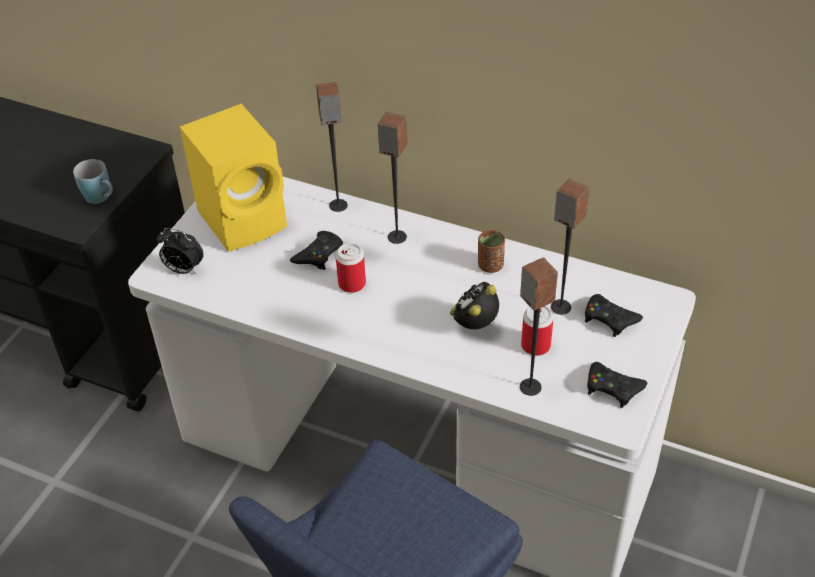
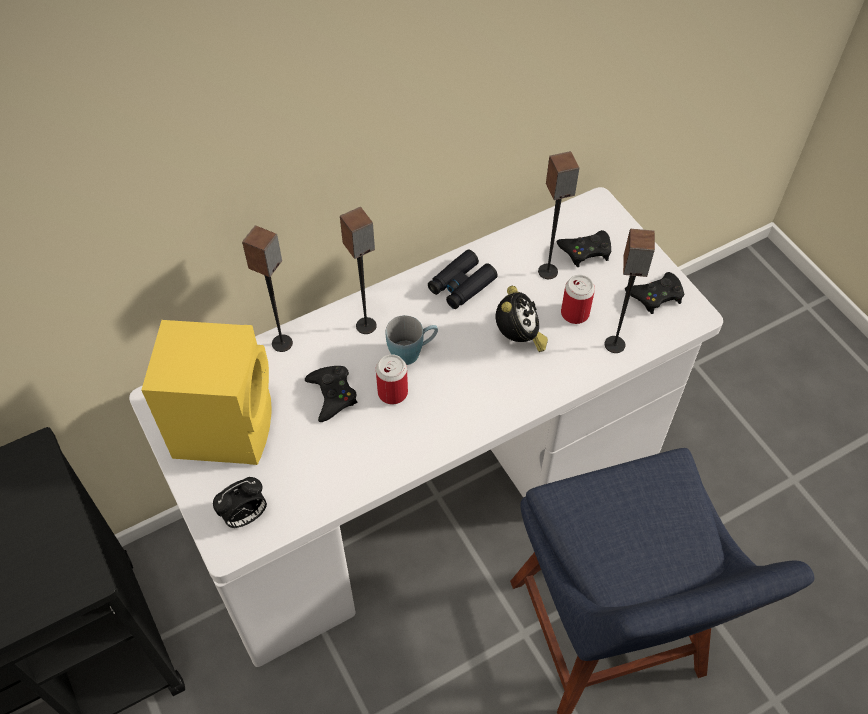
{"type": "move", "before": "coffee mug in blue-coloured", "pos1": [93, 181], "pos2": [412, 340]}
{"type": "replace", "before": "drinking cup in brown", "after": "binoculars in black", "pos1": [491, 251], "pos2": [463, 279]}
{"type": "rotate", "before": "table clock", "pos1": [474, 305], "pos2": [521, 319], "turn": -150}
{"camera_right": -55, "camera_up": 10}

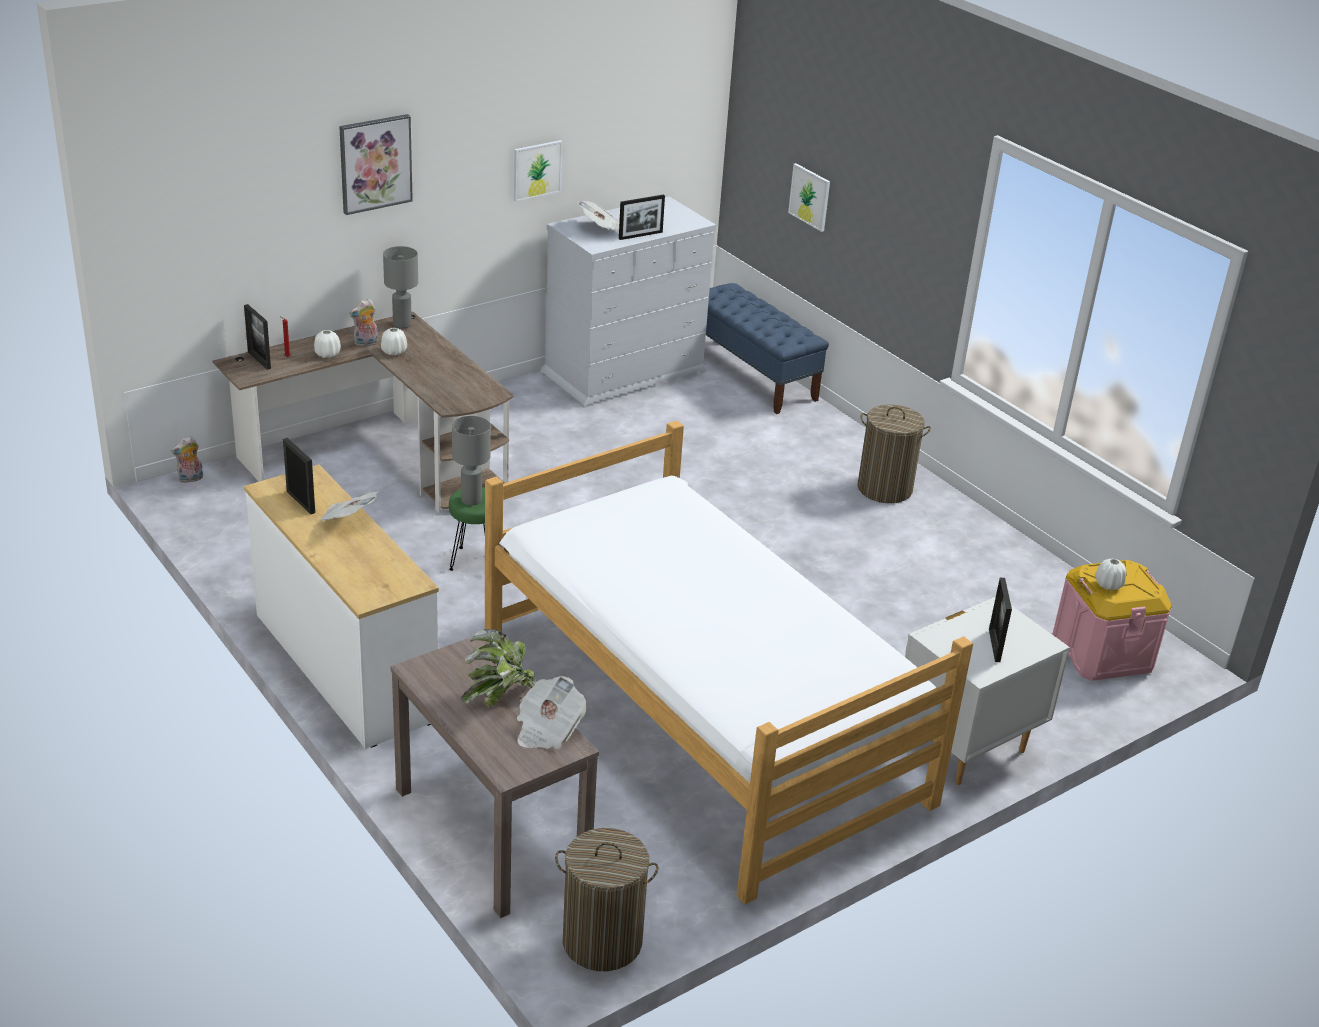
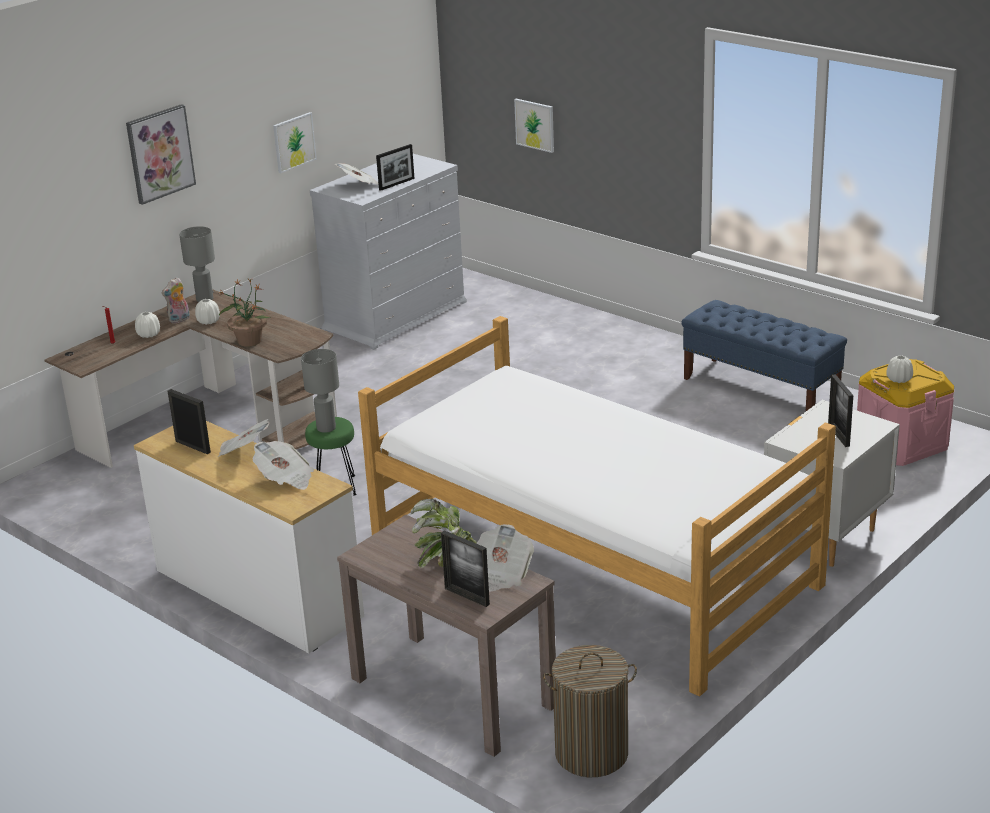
{"type": "move", "before": "indoor bench in blue-coloured", "pos1": [767, 348], "pos2": [764, 355]}
{"type": "move", "before": "photo frame", "pos1": [257, 337], "pos2": [465, 568]}
{"type": "delete", "before": "laundry basket", "pos1": [894, 454]}
{"type": "delete", "before": "plush toy", "pos1": [187, 459]}
{"type": "insert", "after": "potted plant", "pos2": [244, 313]}
{"type": "insert", "after": "newspaper", "pos2": [283, 465]}
{"camera_right": -10, "camera_up": -5}

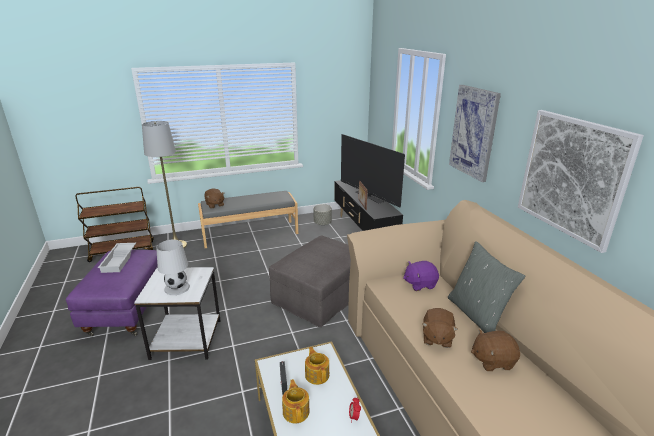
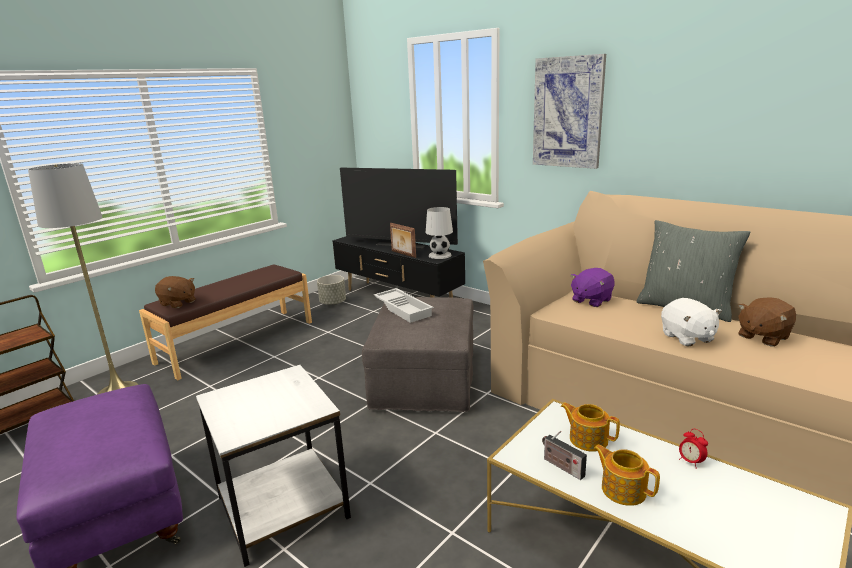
{"type": "delete", "before": "wall art", "pos1": [581, 181]}
{"type": "recolor", "before": "indoor bench in grey", "after": "indoor bench in brown", "pos1": [248, 219], "pos2": [225, 322]}
{"type": "move", "before": "tabletop lamp in white-coloured", "pos1": [173, 267], "pos2": [439, 233]}
{"type": "move", "before": "serving tray in white-coloured", "pos1": [117, 258], "pos2": [404, 305]}
{"type": "recolor", "before": "plush toy in brown", "after": "plush toy in white-coloured", "pos1": [440, 328], "pos2": [691, 322]}
{"camera_right": -30, "camera_up": -5}

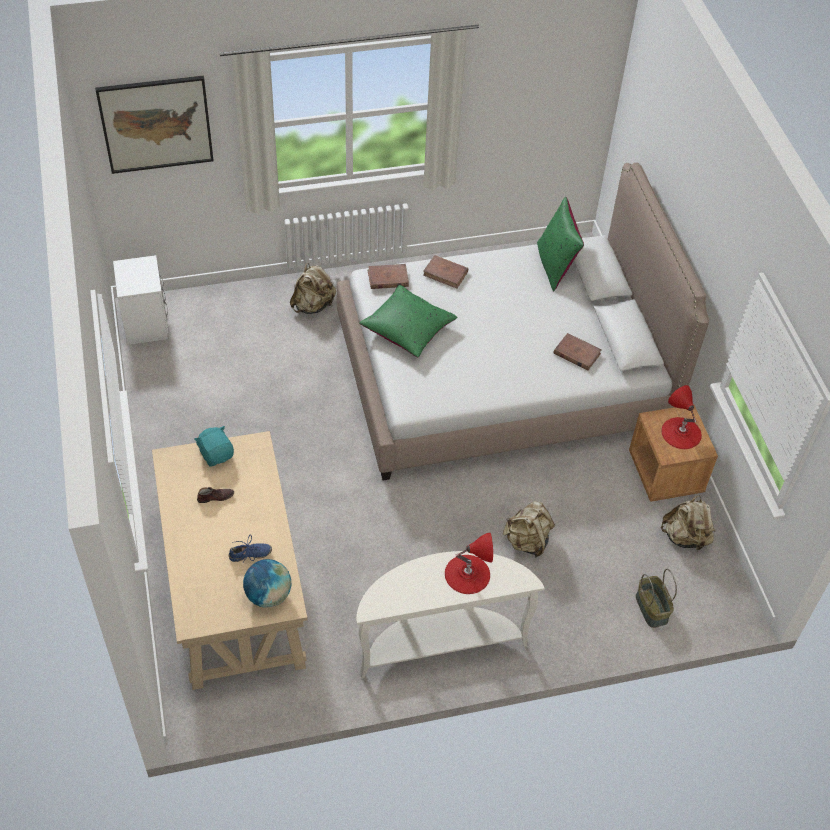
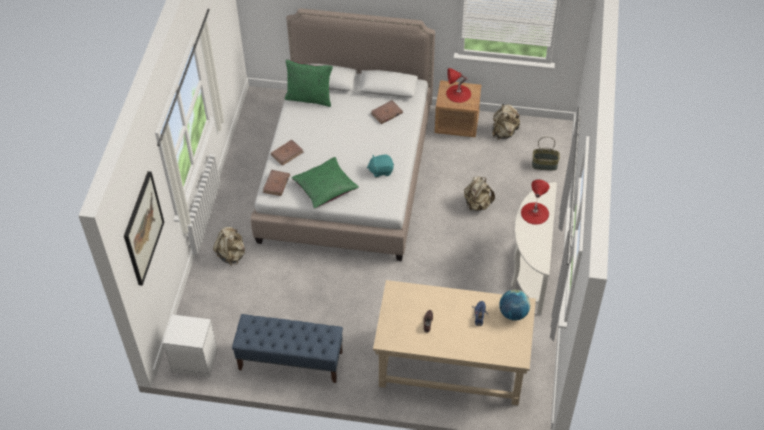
{"type": "move", "before": "plush toy in turquoise-coloured", "pos1": [214, 446], "pos2": [380, 166]}
{"type": "insert", "after": "indoor bench in blue-coloured", "pos2": [287, 348]}
{"camera_right": -65, "camera_up": 0}

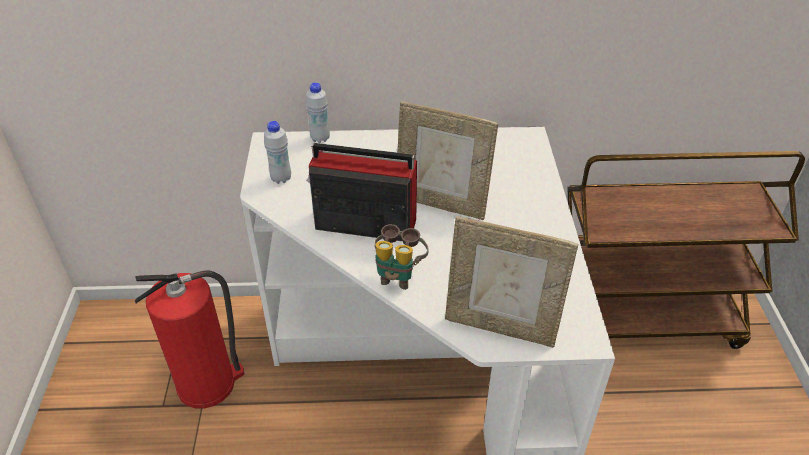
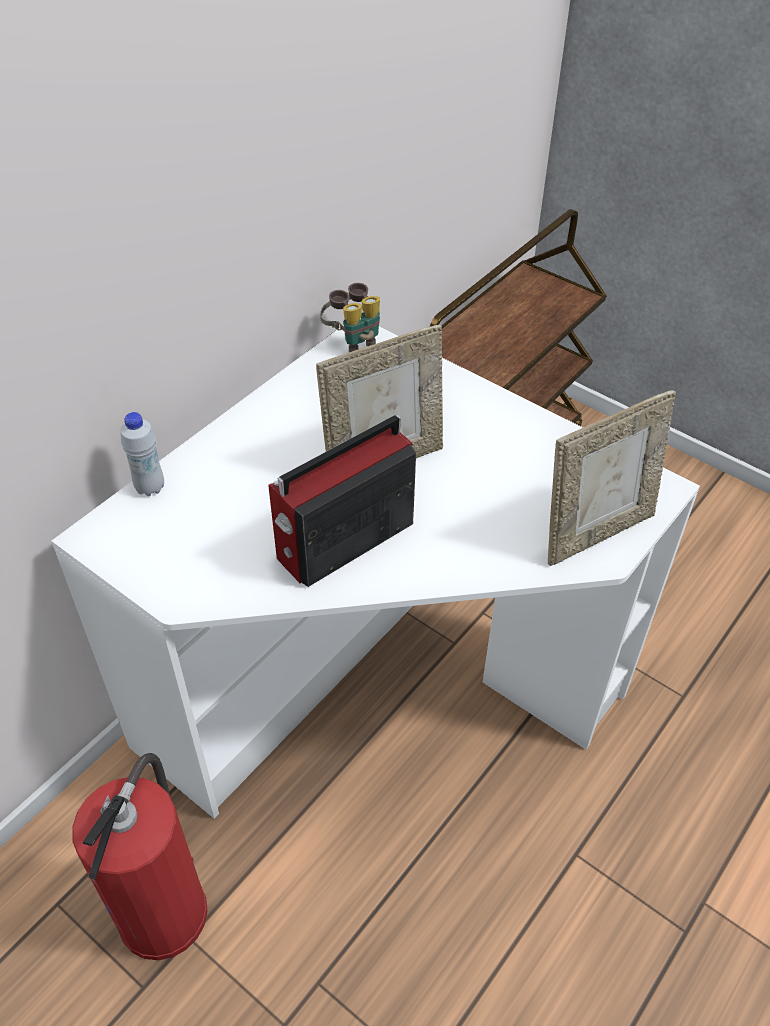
{"type": "delete", "before": "bottle in white-coloured", "pos1": [277, 152]}
{"type": "move", "before": "binoculars", "pos1": [401, 257], "pos2": [350, 317]}
{"camera_right": -50, "camera_up": 5}

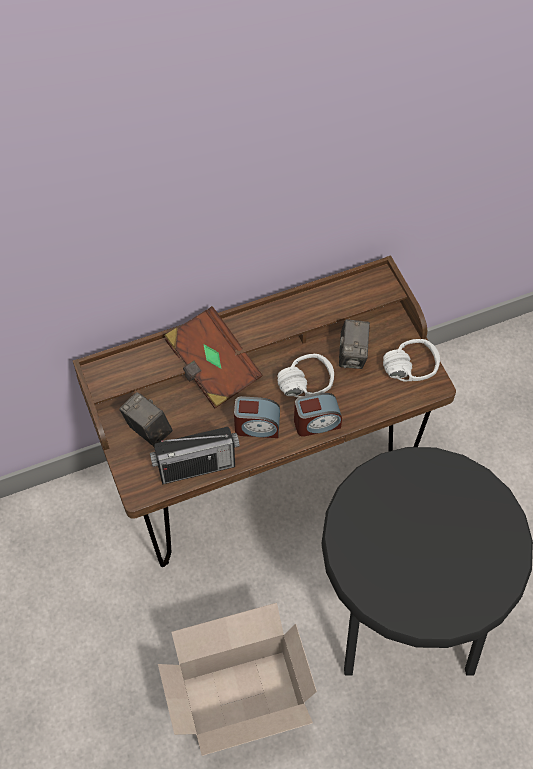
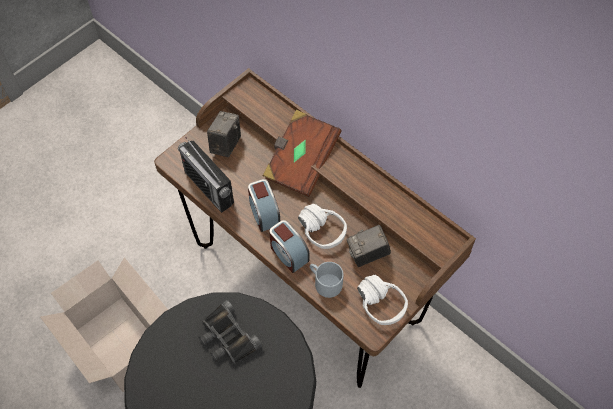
{"type": "insert", "after": "coffee mug in grey", "pos2": [327, 280]}
{"type": "insert", "after": "binoculars in black", "pos2": [230, 332]}
{"camera_right": 65, "camera_up": 0}

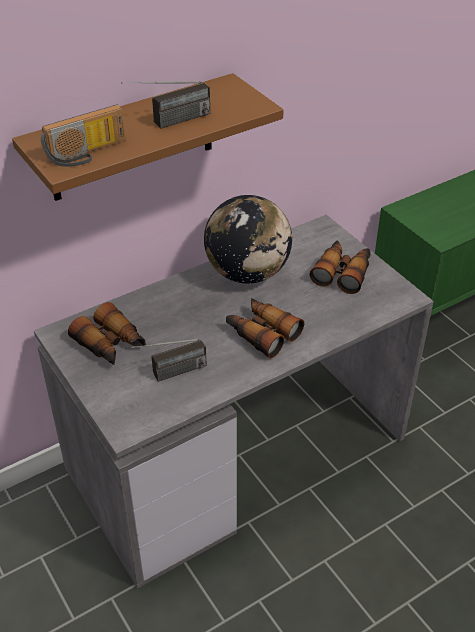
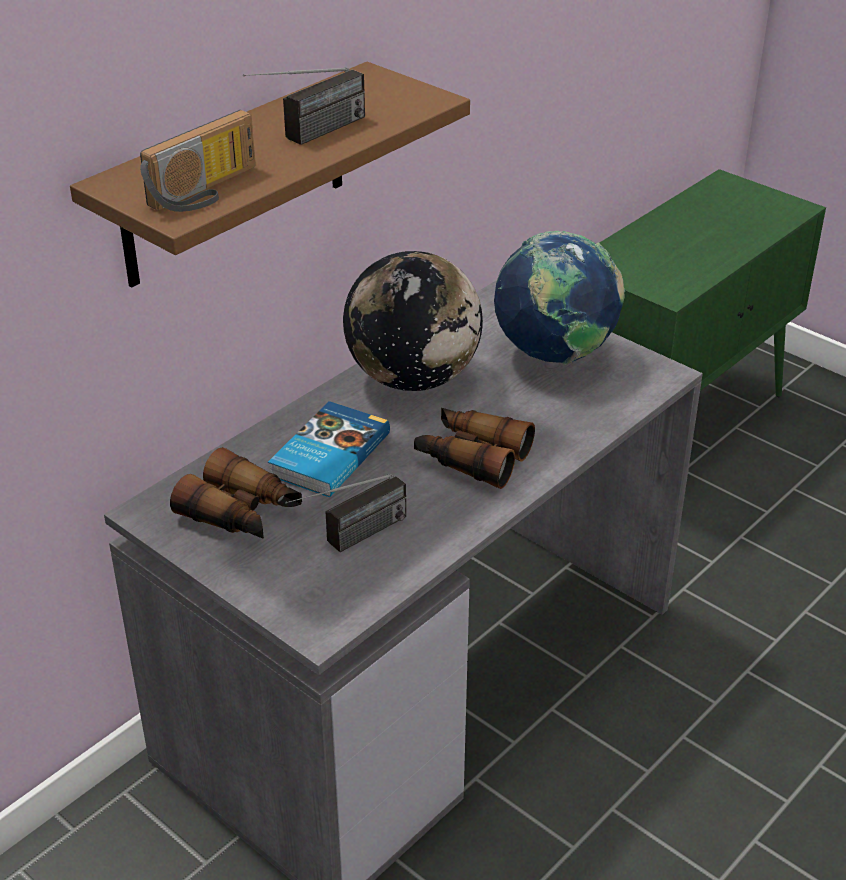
{"type": "replace", "before": "binoculars", "after": "desk globe", "pos1": [340, 267], "pos2": [559, 298]}
{"type": "insert", "after": "volume", "pos2": [329, 449]}
{"camera_right": -15, "camera_up": -5}

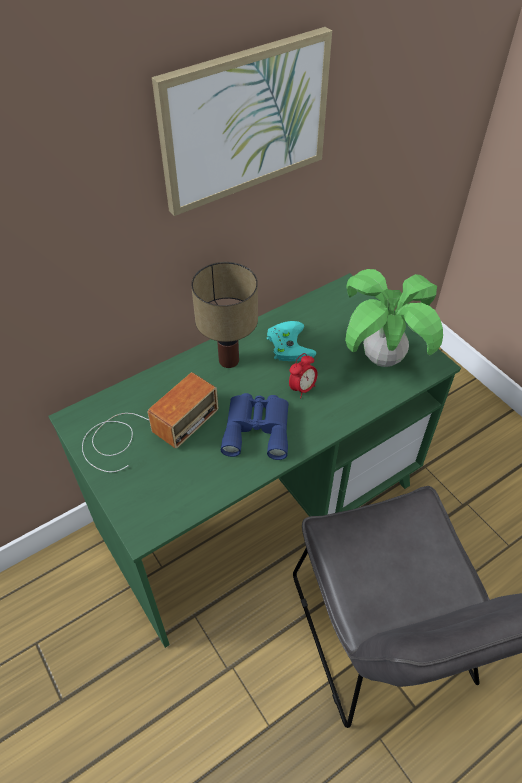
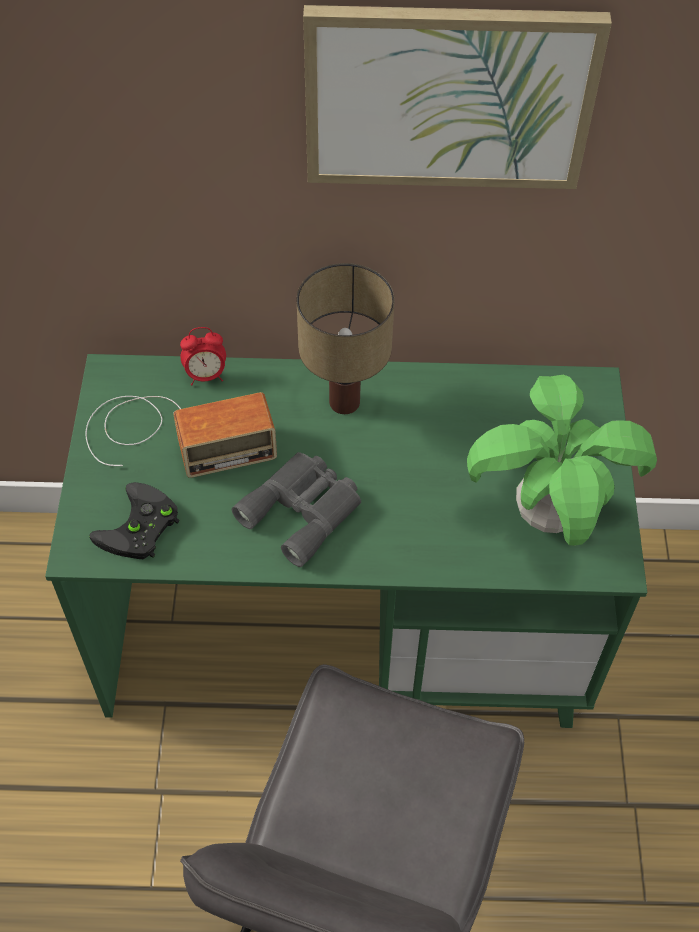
{"type": "delete", "before": "game controller in turquoise-coloured", "pos1": [291, 341]}
{"type": "move", "before": "table clock", "pos1": [303, 375], "pos2": [203, 356]}
{"type": "recolor", "before": "binoculars in blue-coloured", "after": "binoculars in grey", "pos1": [254, 426], "pos2": [296, 509]}
{"type": "insert", "after": "game controller in black", "pos2": [134, 520]}
{"camera_right": 35, "camera_up": 5}

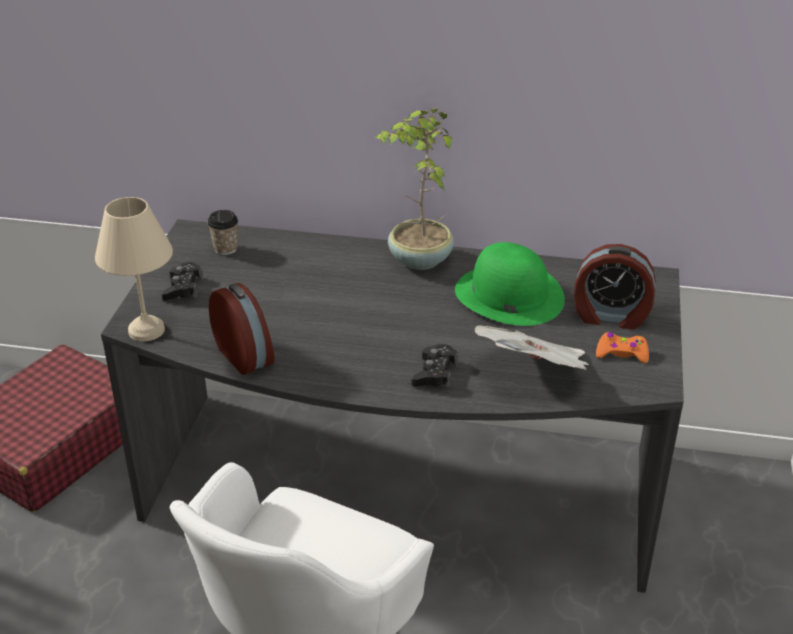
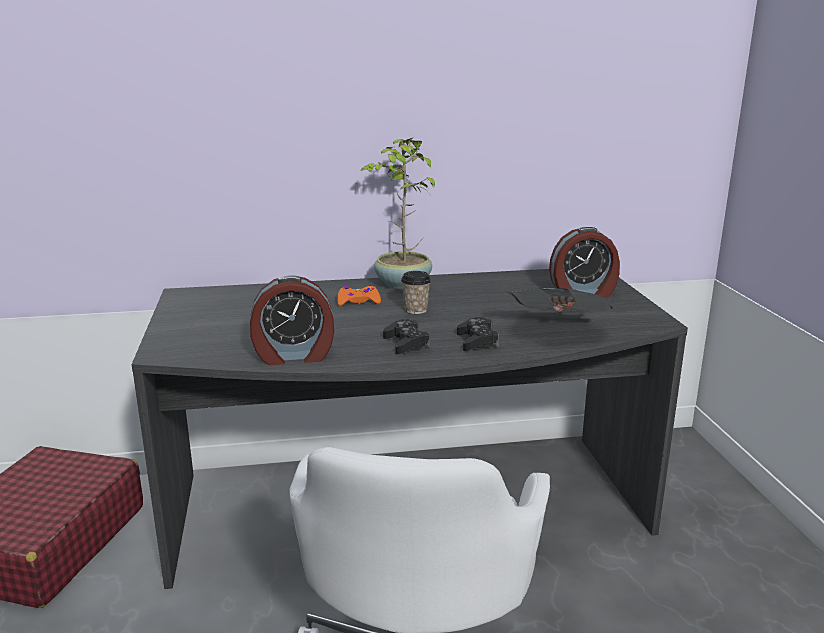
{"type": "delete", "before": "tabletop lamp in beige-coloured", "pos1": [134, 269]}
{"type": "move", "before": "drinking cup", "pos1": [223, 232], "pos2": [416, 292]}
{"type": "delete", "before": "clothing hat in greenish", "pos1": [510, 284]}
{"type": "move", "before": "game controller in black", "pos1": [182, 281], "pos2": [406, 336]}
{"type": "rotate", "before": "table clock", "pos1": [242, 329], "pos2": [292, 320], "turn": 135}
{"type": "move", "before": "game controller in orange", "pos1": [622, 348], "pos2": [359, 296]}
{"camera_right": -20, "camera_up": -15}

